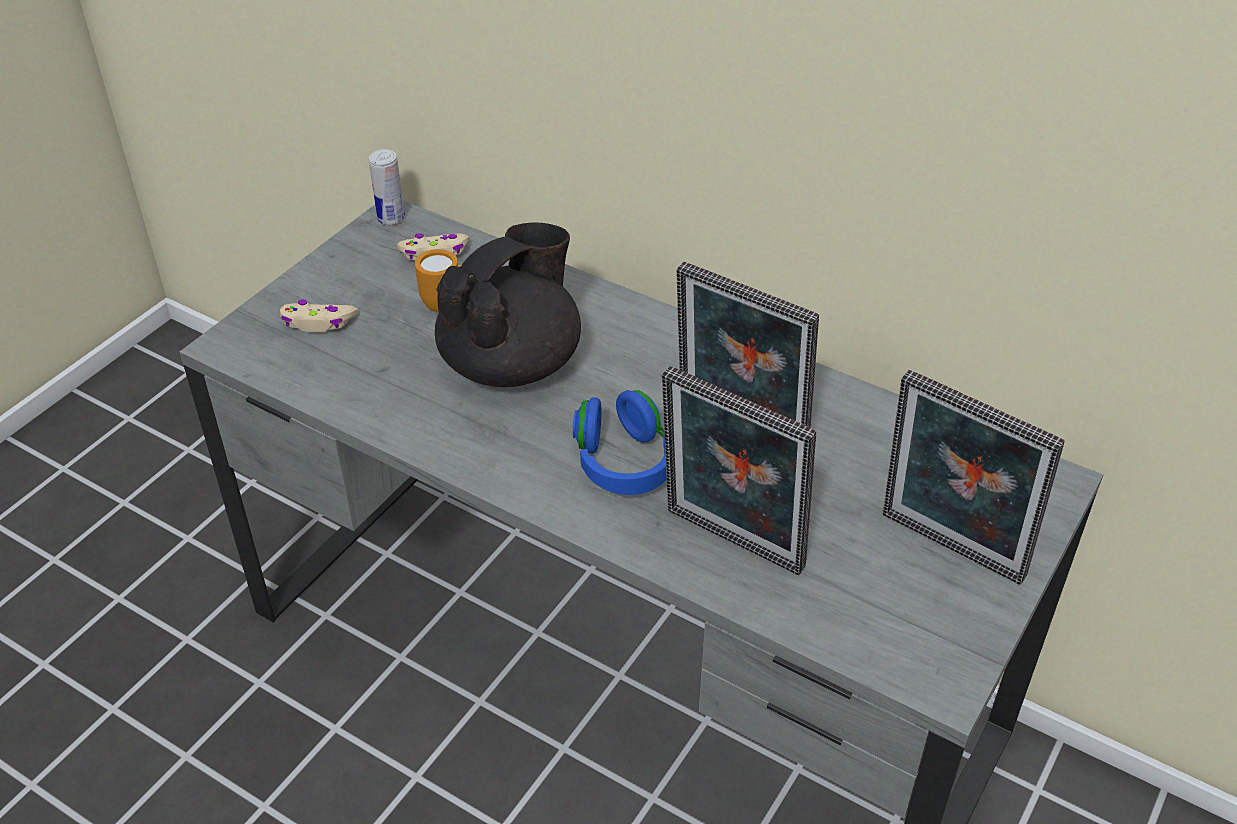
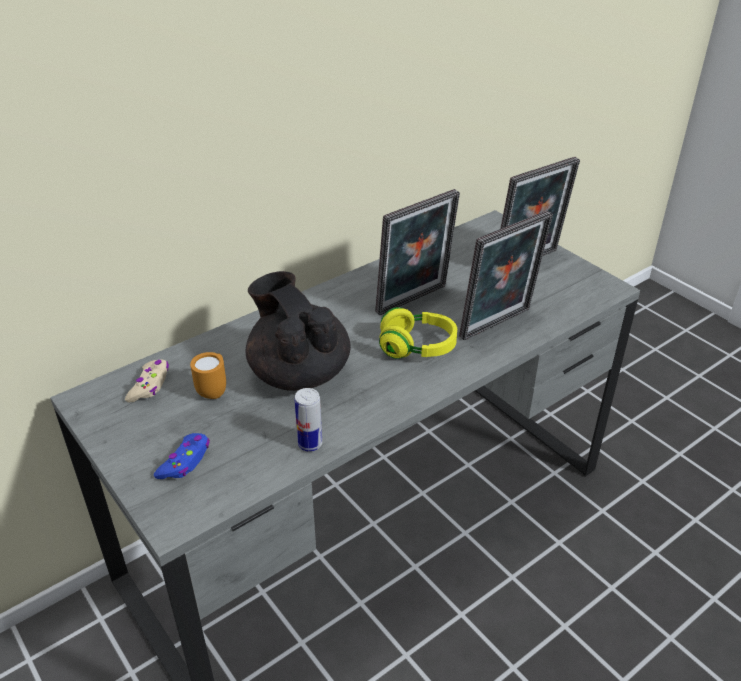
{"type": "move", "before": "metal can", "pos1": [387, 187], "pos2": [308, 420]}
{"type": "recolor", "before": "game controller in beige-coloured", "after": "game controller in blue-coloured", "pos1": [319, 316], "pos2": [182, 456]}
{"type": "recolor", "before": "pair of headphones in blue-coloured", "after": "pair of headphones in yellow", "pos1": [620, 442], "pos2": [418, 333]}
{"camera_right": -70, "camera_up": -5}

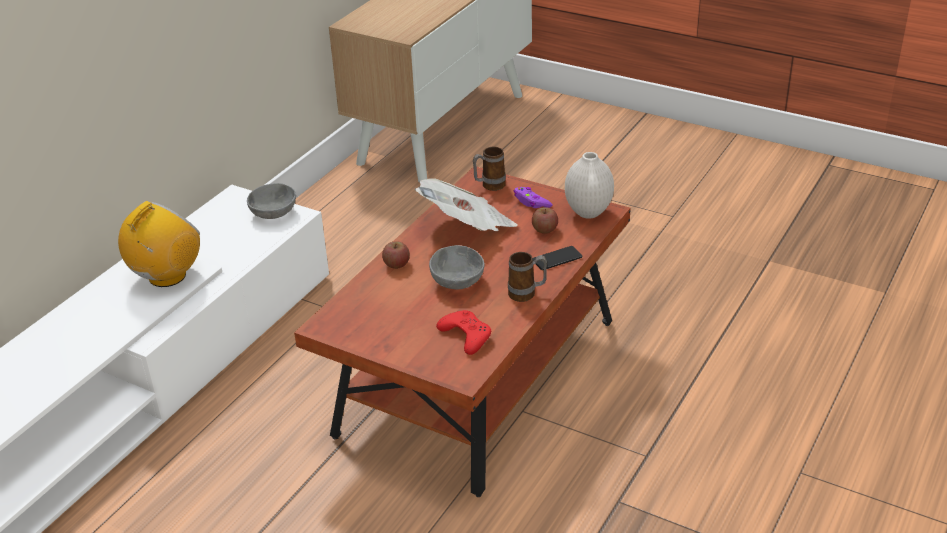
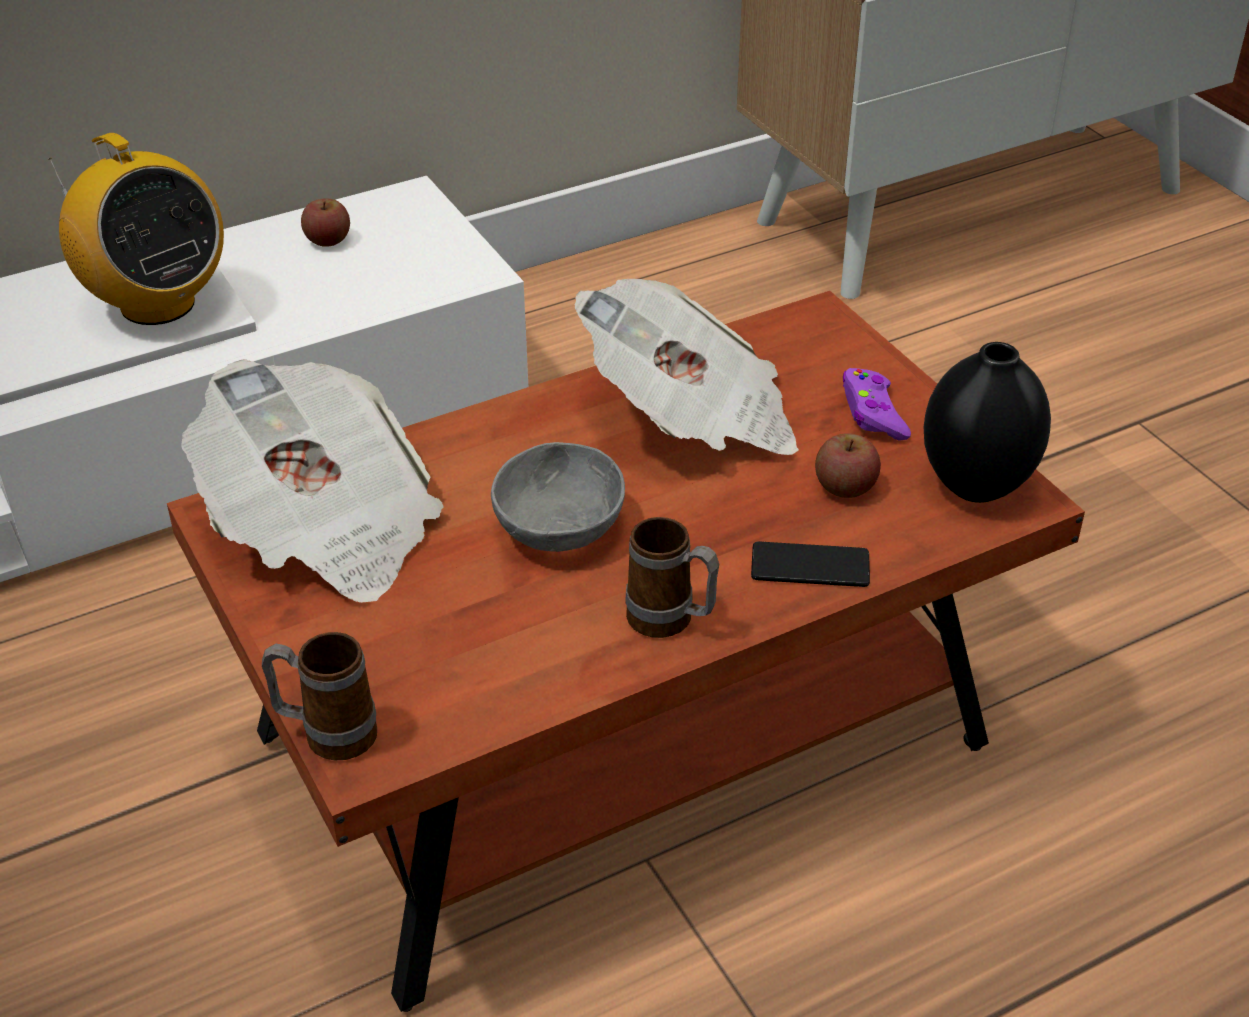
{"type": "move", "before": "coffee mug", "pos1": [489, 169], "pos2": [319, 696]}
{"type": "recolor", "before": "flower vase in white-coloured", "after": "flower vase in black", "pos1": [589, 185], "pos2": [987, 422]}
{"type": "delete", "before": "deep dish in grey", "pos1": [271, 201]}
{"type": "rotate", "before": "radio set", "pos1": [159, 244], "pos2": [136, 229], "turn": 75}
{"type": "move", "before": "apple", "pos1": [396, 255], "pos2": [325, 222]}
{"type": "delete", "before": "game controller in reddish", "pos1": [463, 332]}
{"type": "insert", "after": "newspaper", "pos2": [312, 481]}
{"camera_right": 30, "camera_up": 5}

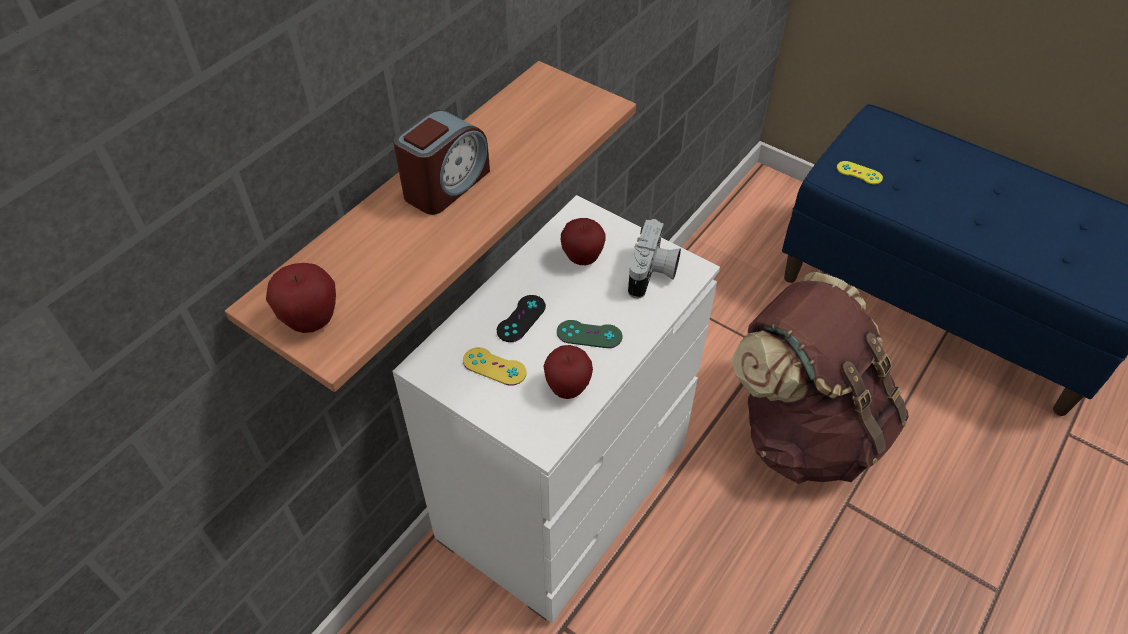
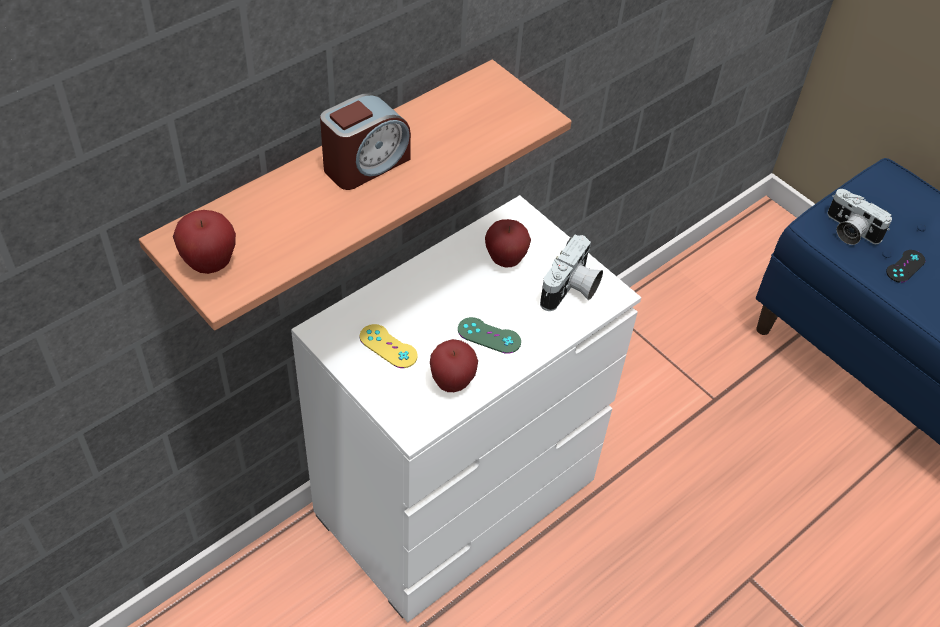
{"type": "replace", "before": "game controller in yellow", "after": "still camera", "pos1": [860, 172], "pos2": [859, 217]}
{"type": "delete", "before": "backpack in brown", "pos1": [820, 378]}
{"type": "move", "before": "game controller in black", "pos1": [521, 318], "pos2": [906, 266]}
{"camera_right": 10, "camera_up": 0}

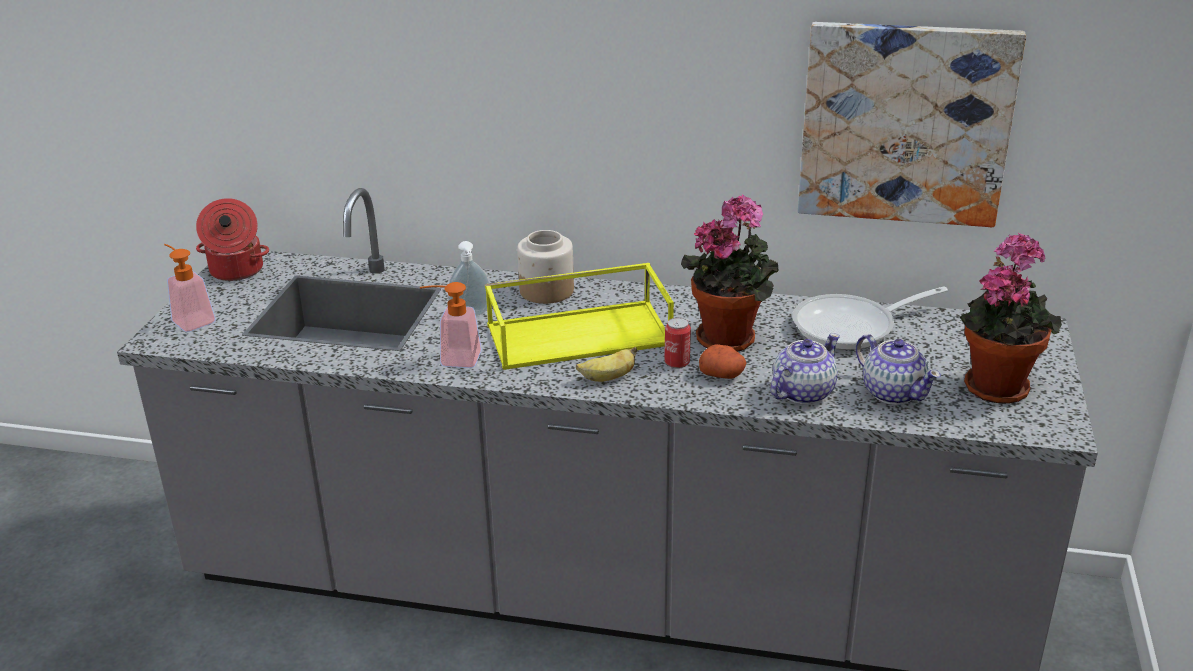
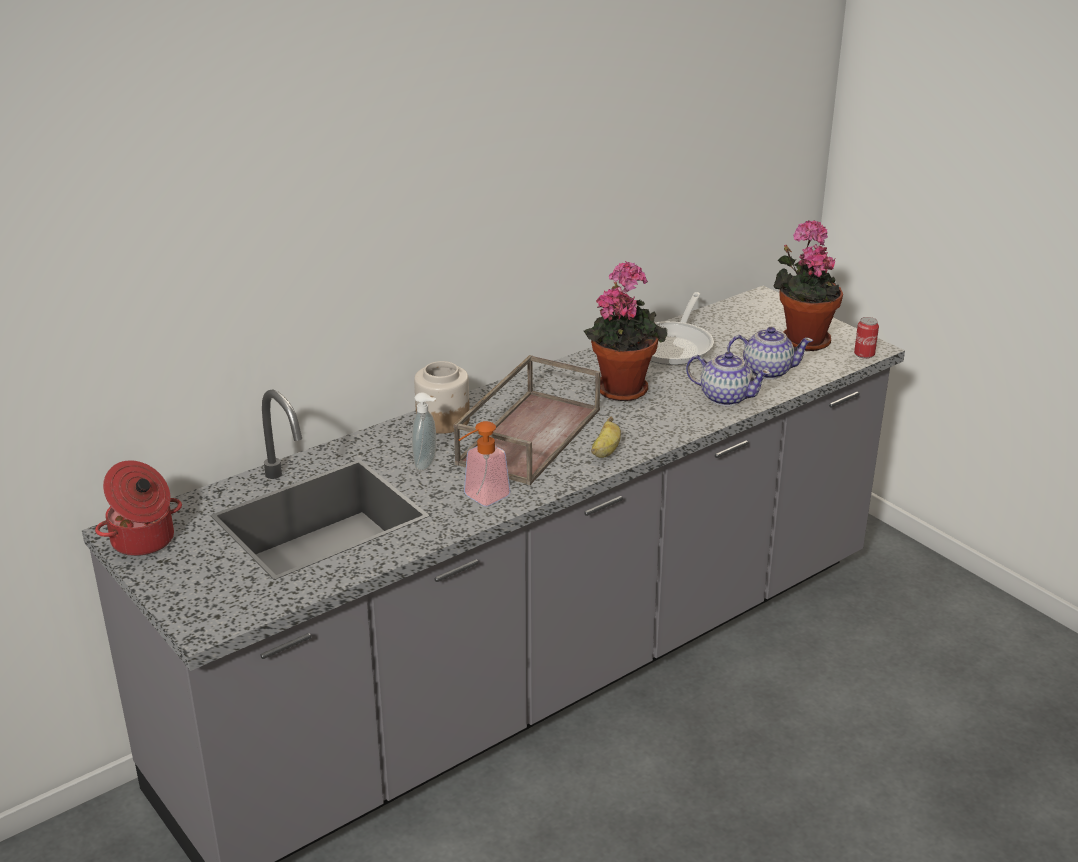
{"type": "delete", "before": "wall art", "pos1": [912, 124]}
{"type": "delete", "before": "soap dispenser", "pos1": [190, 288]}
{"type": "recolor", "before": "serving tray in yellow", "after": "serving tray in brown", "pos1": [579, 316], "pos2": [527, 420]}
{"type": "move", "before": "metal can", "pos1": [678, 343], "pos2": [866, 338]}
{"type": "rotate", "before": "tea pot", "pos1": [805, 368], "pos2": [728, 379], "turn": 120}
{"type": "delete", "before": "spud", "pos1": [722, 361]}
{"camera_right": -50, "camera_up": 0}

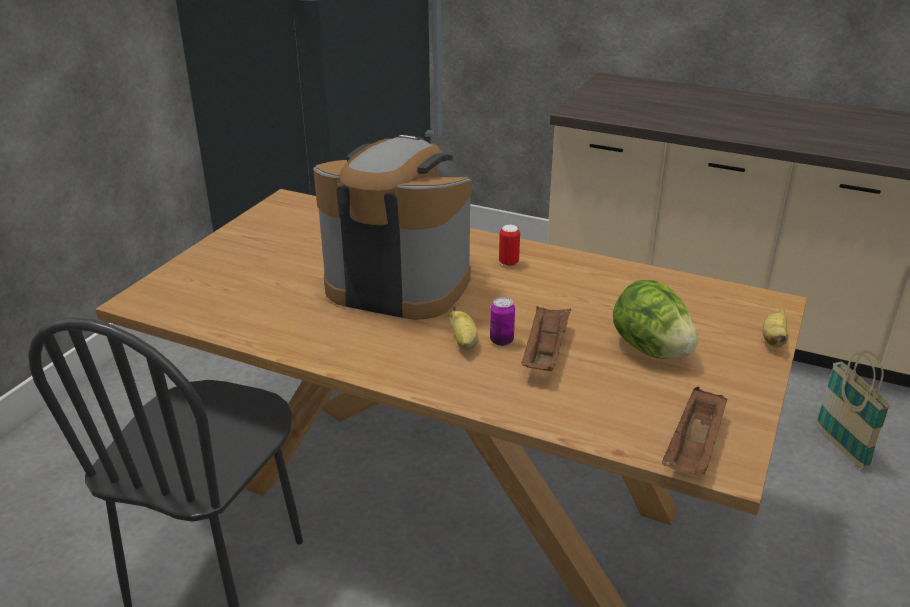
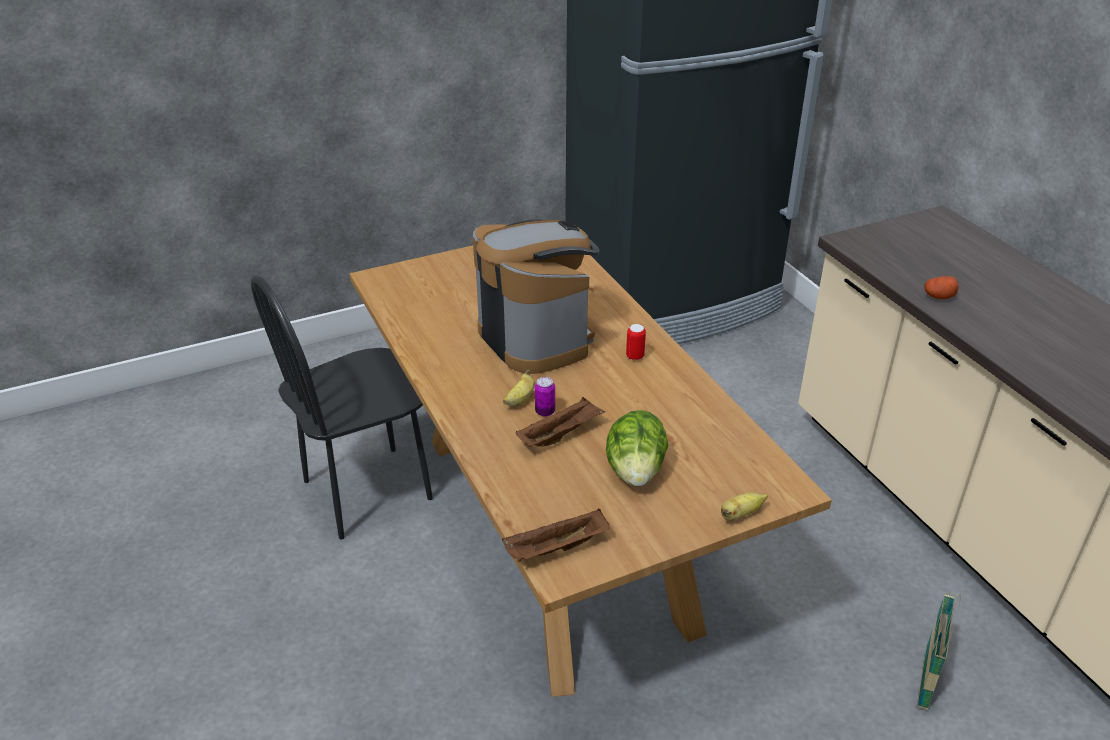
{"type": "insert", "after": "spud", "pos2": [941, 288]}
{"camera_right": 40, "camera_up": 5}

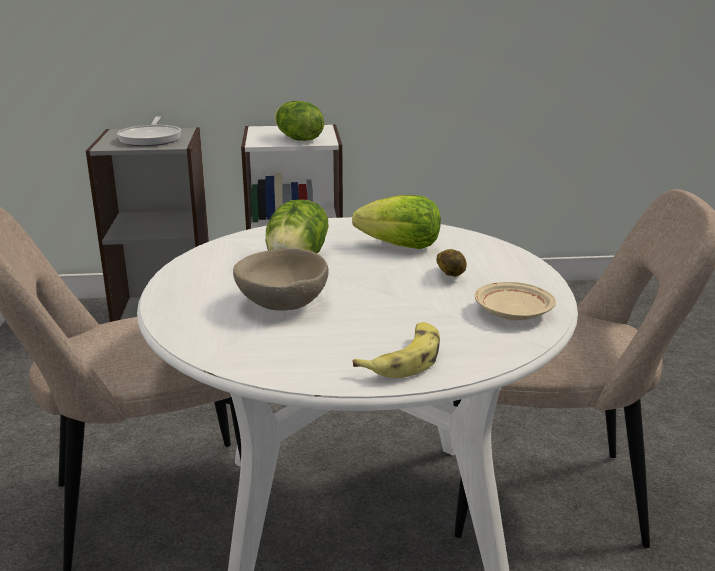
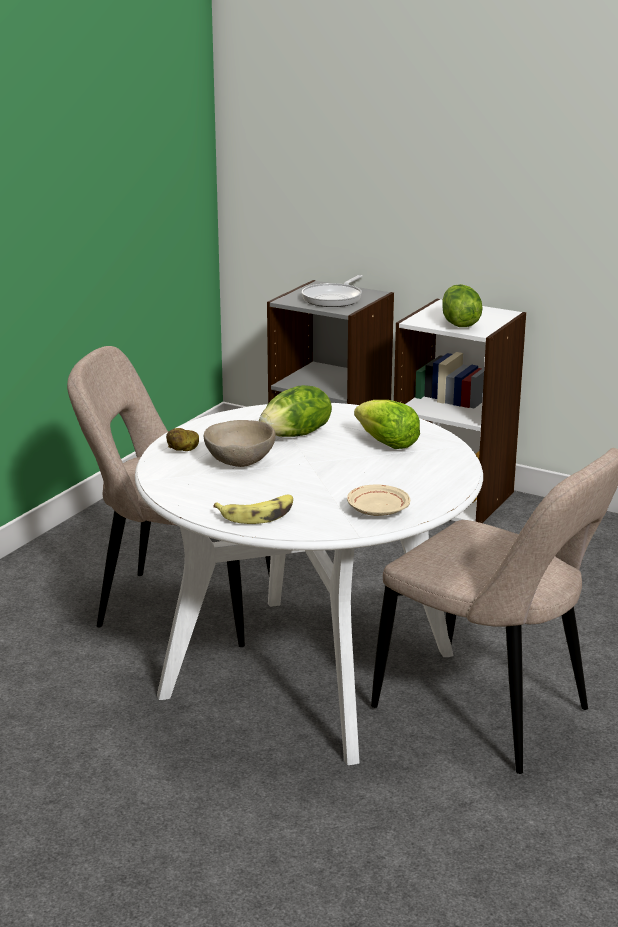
{"type": "move", "before": "spud", "pos1": [452, 263], "pos2": [182, 439]}
{"camera_right": 35, "camera_up": 0}

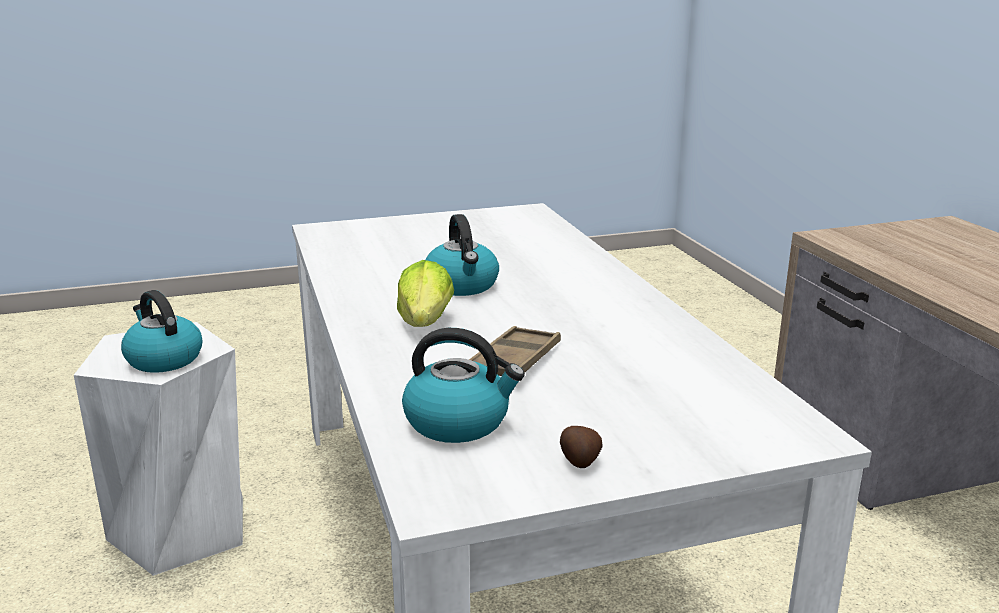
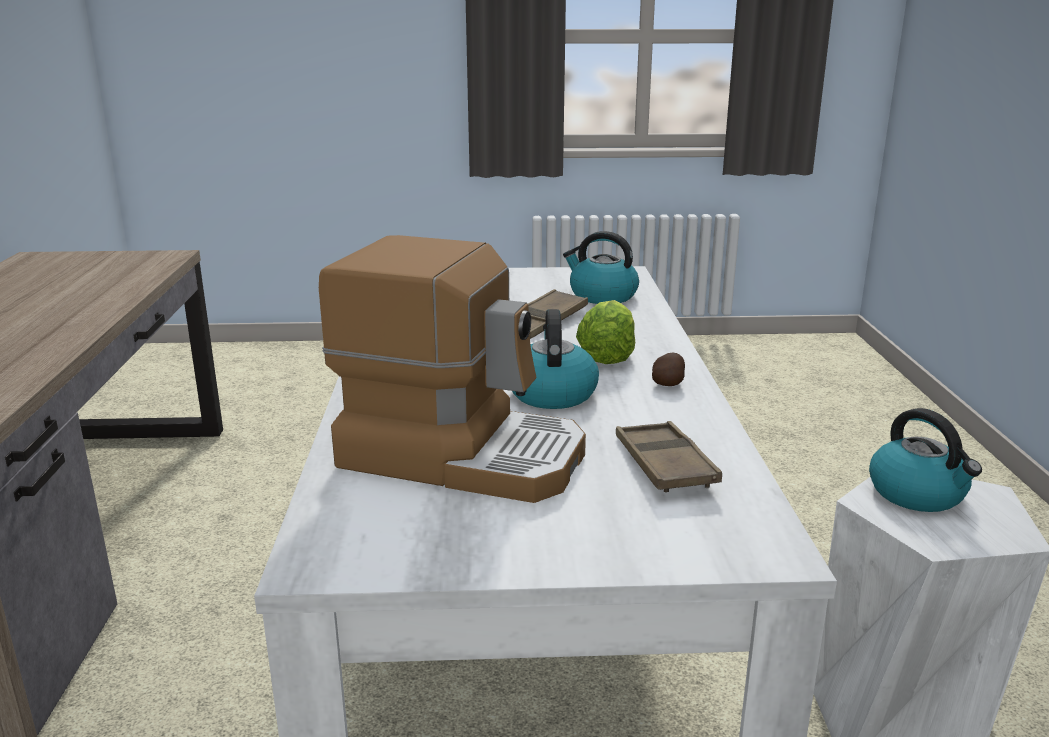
{"type": "move", "before": "spud", "pos1": [581, 447], "pos2": [668, 369]}
{"type": "insert", "after": "coffee brewer", "pos2": [452, 369]}
{"type": "insert", "after": "serving tray in brown", "pos2": [669, 457]}
{"camera_right": -165, "camera_up": 0}

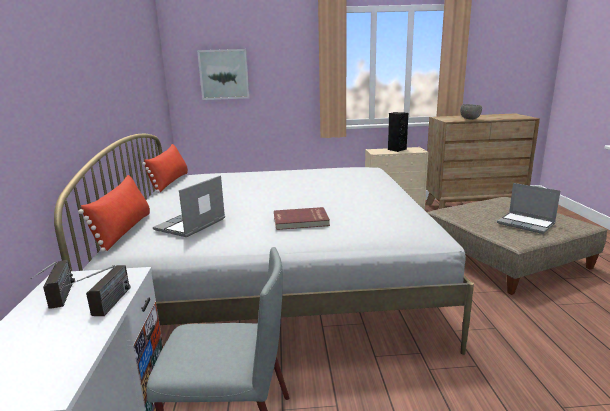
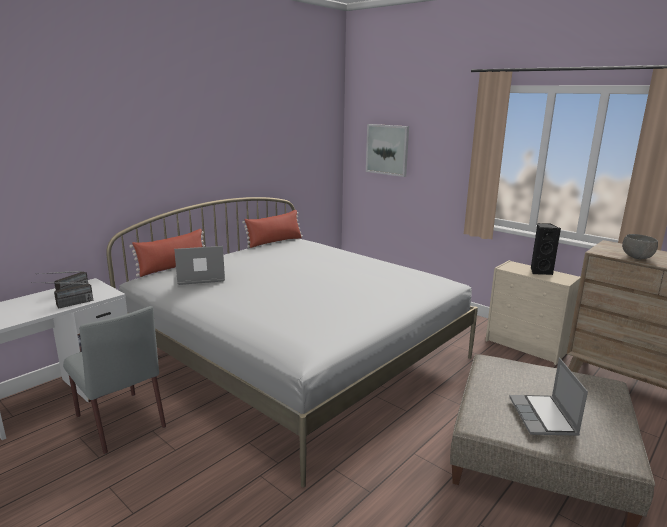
{"type": "delete", "before": "volume in reddish", "pos1": [302, 218]}
{"camera_right": 45, "camera_up": 0}

